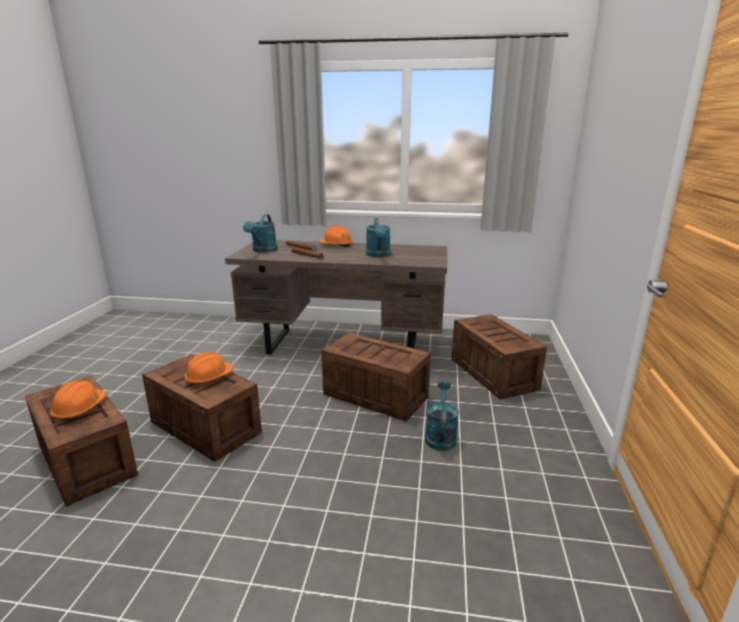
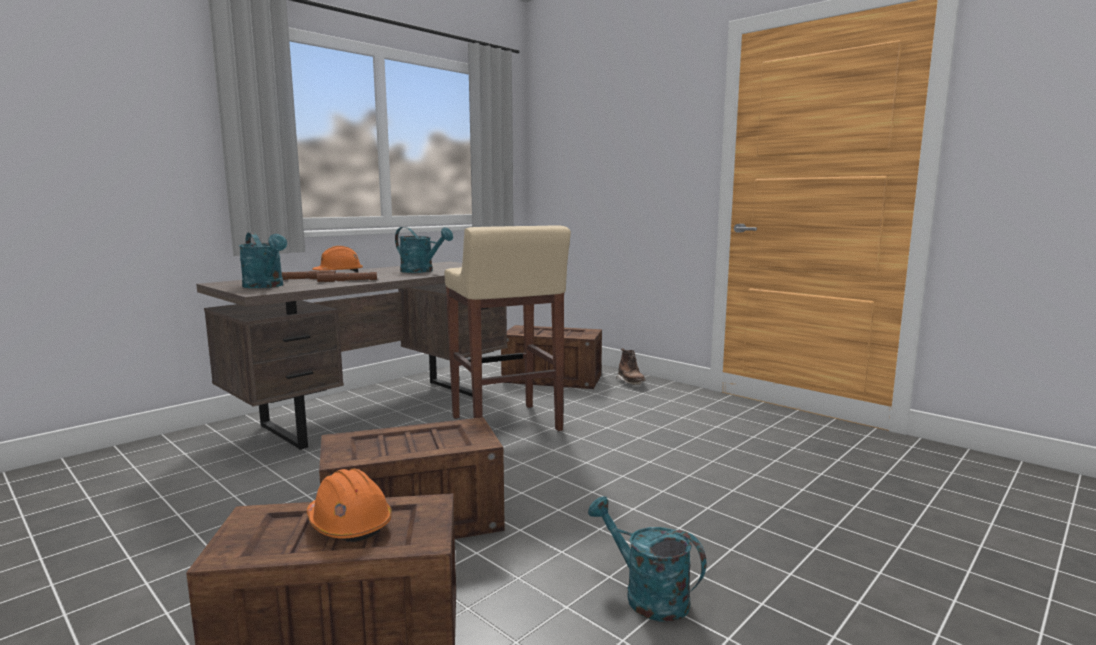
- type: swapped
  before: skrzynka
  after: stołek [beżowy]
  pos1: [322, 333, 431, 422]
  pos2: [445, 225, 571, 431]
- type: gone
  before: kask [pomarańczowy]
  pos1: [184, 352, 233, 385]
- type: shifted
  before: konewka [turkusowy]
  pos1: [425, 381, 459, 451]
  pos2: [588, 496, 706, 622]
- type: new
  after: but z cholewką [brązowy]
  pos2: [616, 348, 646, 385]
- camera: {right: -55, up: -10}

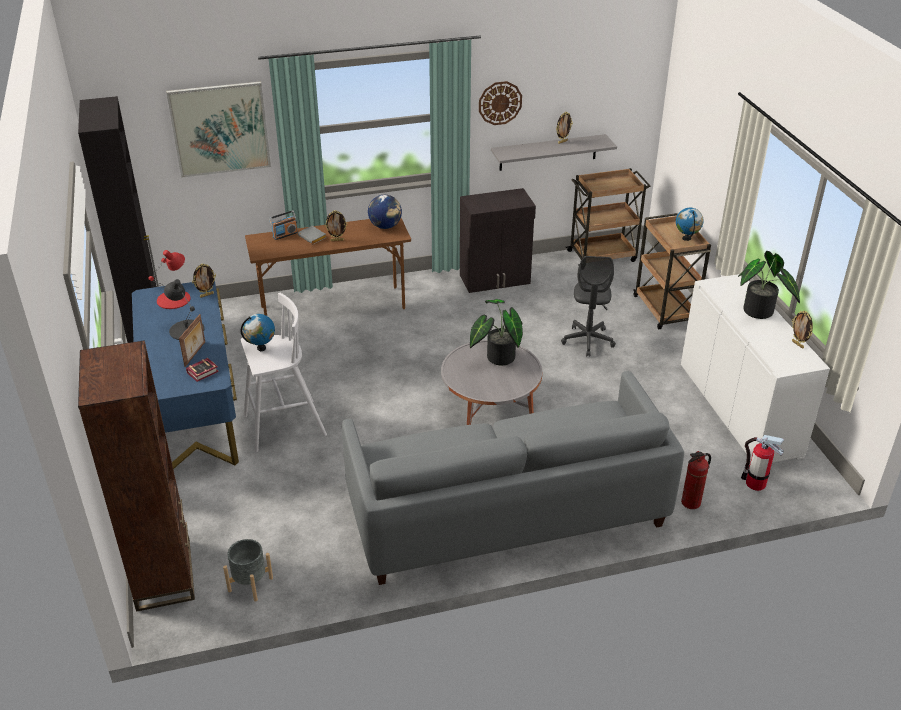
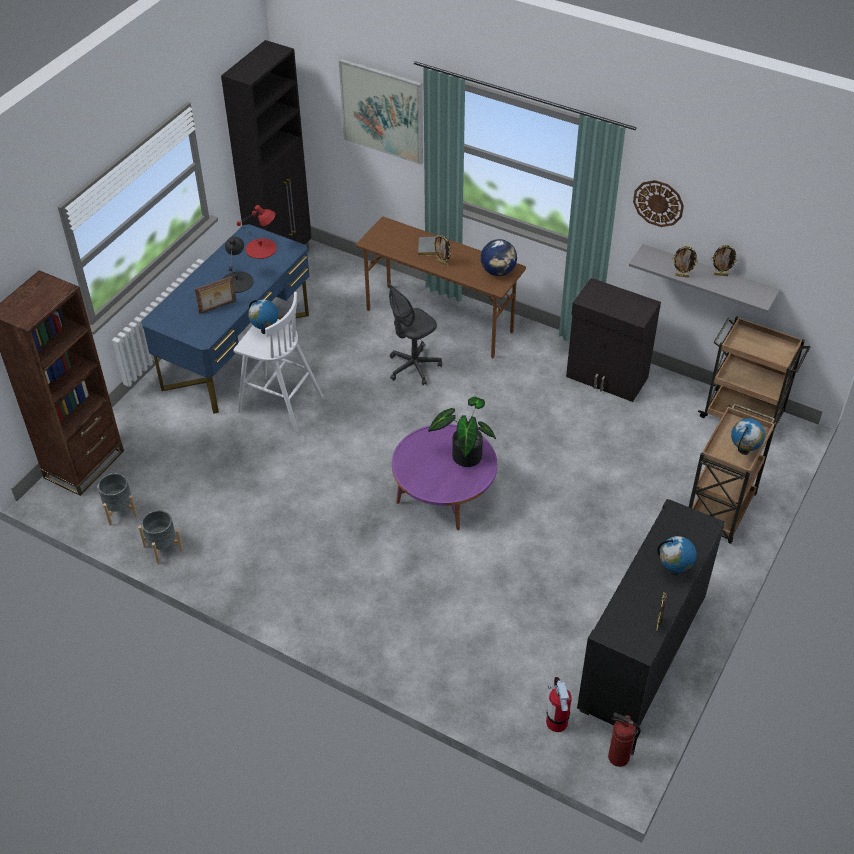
- type: gone
  before: radio
  pos1: [269, 210, 298, 240]
- type: swapped
  before: roślina doniczkowa
  after: globus
  pos1: [738, 251, 800, 319]
  pos2: [657, 536, 697, 575]
- type: shifted
  before: krzesło biurowe [szary]
  pos1: [561, 256, 616, 357]
  pos2: [388, 283, 442, 385]
- type: shifted
  before: ramka na zdjęcie
  pos1: [192, 264, 216, 298]
  pos2: [672, 246, 698, 278]
- type: repainted
  before: szafka [biały]
  after: szafka [czarny]
  pos1: [681, 274, 830, 463]
  pos2: [577, 499, 725, 733]
- type: repainted
  before: ława [szary]
  after: ława [fioletowy]
  pos1: [441, 340, 542, 425]
  pos2: [392, 424, 497, 530]
- type: gone
  before: książka
  pos1: [186, 358, 219, 382]
- type: gone
  before: kanapa [szary]
  pos1: [342, 371, 684, 585]
- type: shifted
  before: gaśnica
  pos1: [681, 451, 711, 509]
  pos2: [608, 712, 641, 767]
- type: new
  after: donica [szary]
  pos2: [138, 510, 183, 565]
- camera: {right: 45, up: 10}

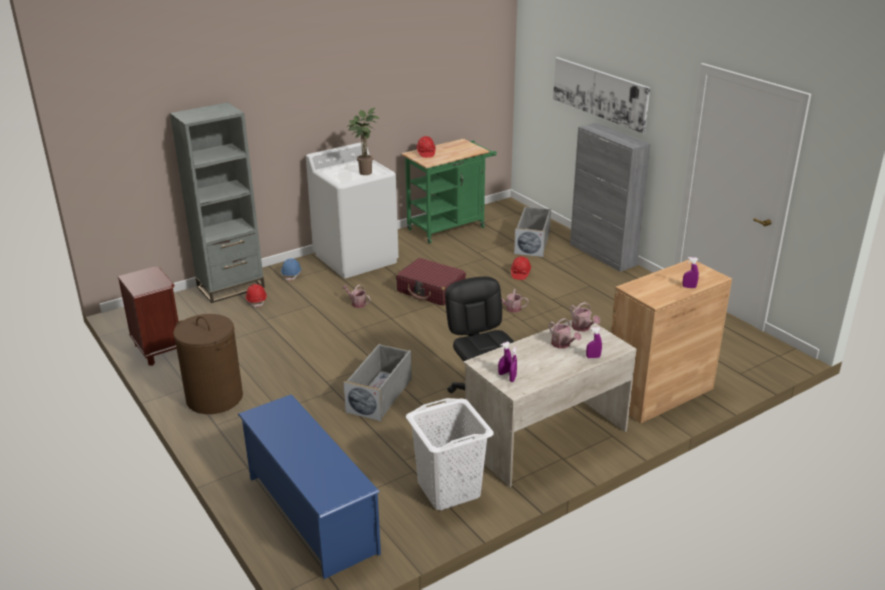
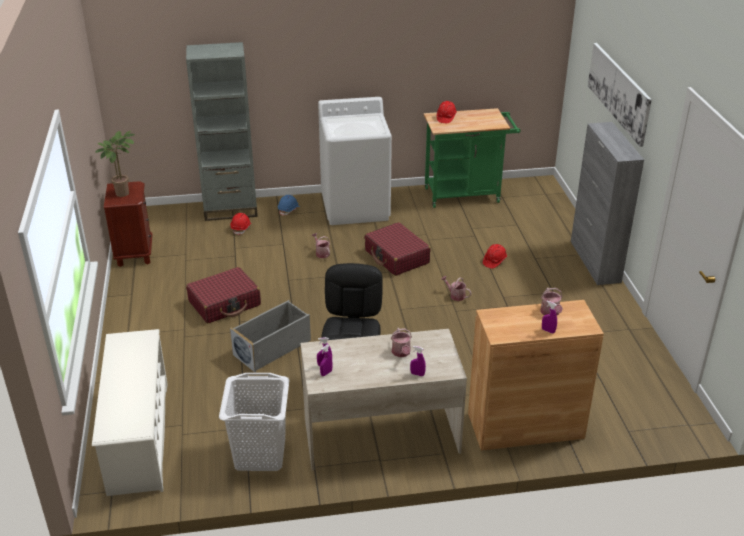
- type: shifted
  before: roślina doniczkowa
  pos1: [346, 108, 380, 175]
  pos2: [95, 131, 135, 197]
- type: gone
  before: pojemnik do przechowywania [szary]
  pos1: [514, 207, 551, 257]
- type: shifted
  before: konewka
  pos1: [570, 302, 600, 332]
  pos2: [540, 288, 563, 315]
- type: gone
  before: kosz na pranie [brązowy]
  pos1: [173, 314, 243, 414]
- type: repainted
  before: regał na buty [niebieski]
  after: regał na buty [biały]
  pos1: [238, 394, 381, 579]
  pos2: [92, 329, 168, 496]
- type: new
  after: walizka [czerwony]
  pos2: [186, 267, 261, 323]
- camera: {right: 25, up: 5}

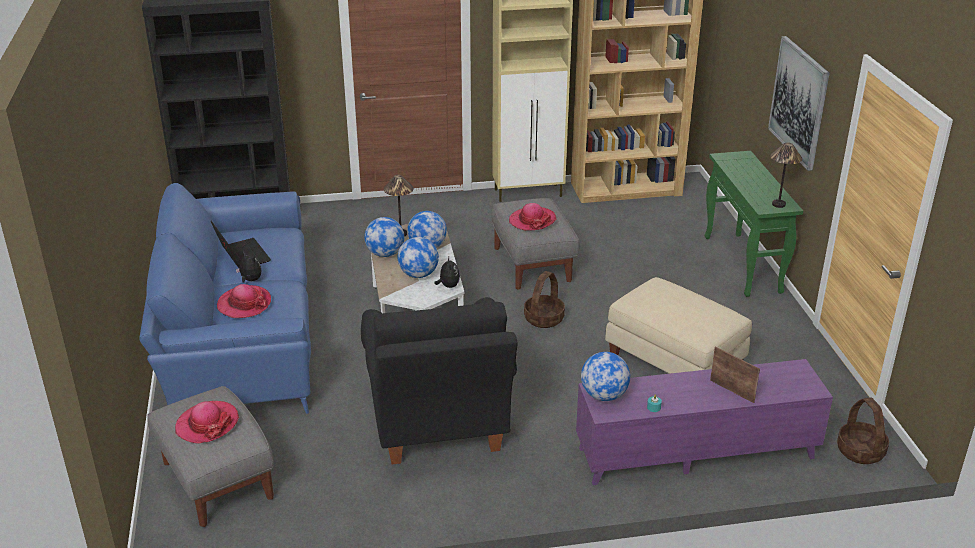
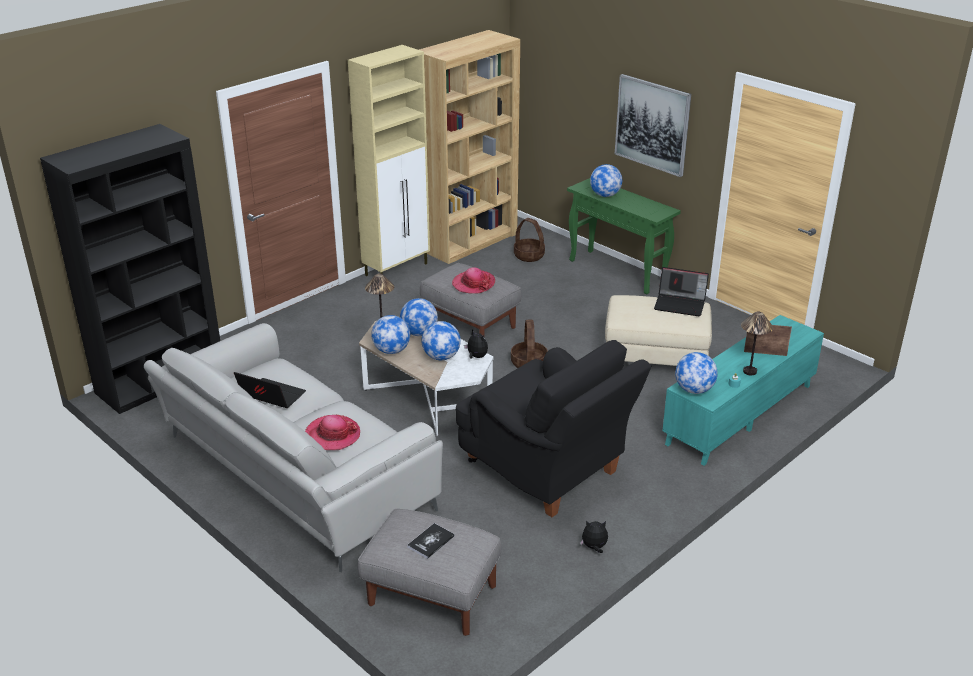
- type: shifted
  before: lampa stołowa
  pos1: [770, 142, 802, 208]
  pos2: [741, 312, 773, 375]
- type: repainted
  before: kanapa [niebieski]
  after: kanapa [szary]
  pos1: [139, 183, 311, 414]
  pos2: [144, 323, 443, 572]
- type: shifted
  before: pluszak
  pos1: [236, 252, 261, 283]
  pos2: [580, 521, 608, 553]
- type: repainted
  before: szafka pod telewizor [fioletowy]
  after: szafka pod telewizor [turkusowy]
  pos1: [576, 359, 833, 485]
  pos2: [662, 315, 824, 466]
- type: shifted
  before: koszyk
  pos1: [837, 397, 889, 464]
  pos2: [514, 218, 545, 262]
- type: swapped
  before: kapelusz
  after: książka
  pos1: [175, 401, 239, 444]
  pos2: [407, 523, 455, 559]
- type: new
  after: globus
  pos2: [590, 164, 622, 197]
- type: new
  after: laptop
  pos2: [654, 267, 709, 316]
- camera: {right: -35, up: 0}

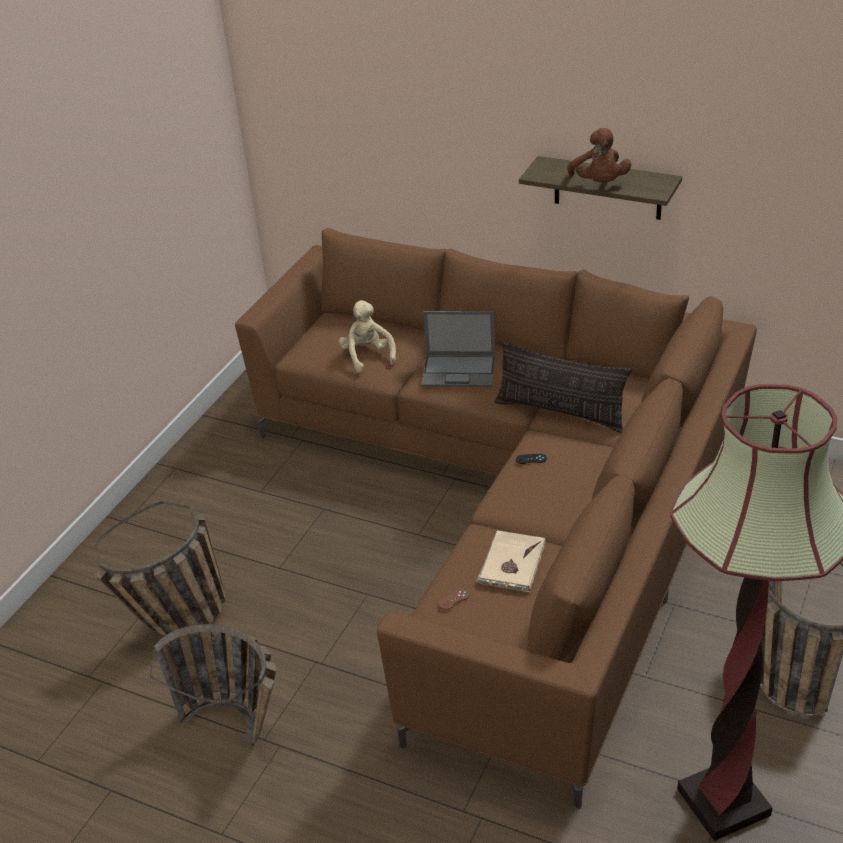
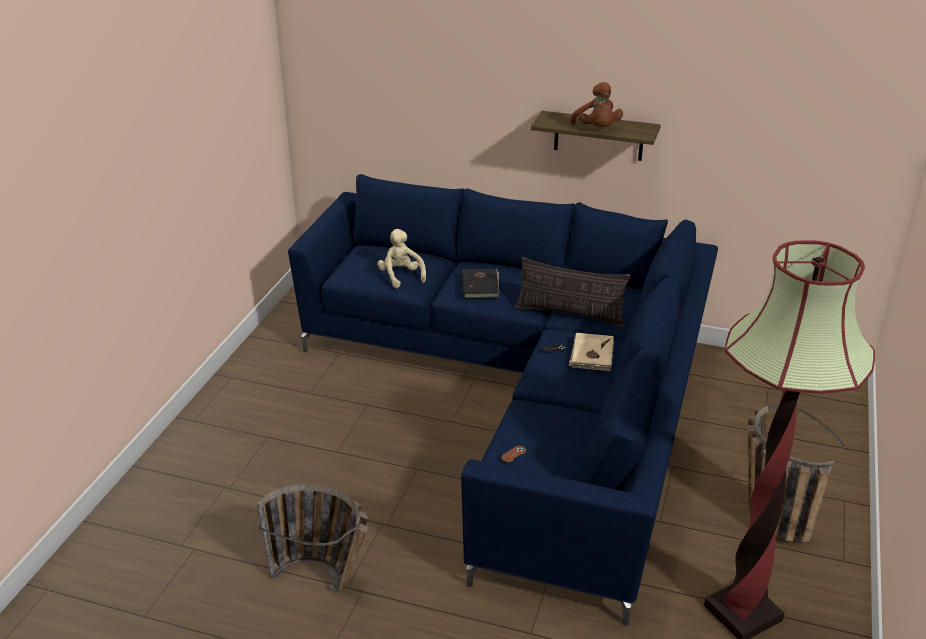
- type: repainted
  before: kanapa [brązowy]
  after: kanapa [niebieski]
  pos1: [235, 228, 757, 809]
  pos2: [288, 174, 718, 625]
- type: swapped
  before: laptop
  after: książka [czarny]
  pos1: [421, 311, 495, 387]
  pos2: [462, 269, 499, 299]
- type: gone
  before: koszyk
  pos1: [94, 501, 226, 636]
- type: shifted
  before: książka [beżowy]
  pos1: [476, 530, 546, 592]
  pos2: [568, 333, 614, 371]
- camera: {right: -10, up: -5}

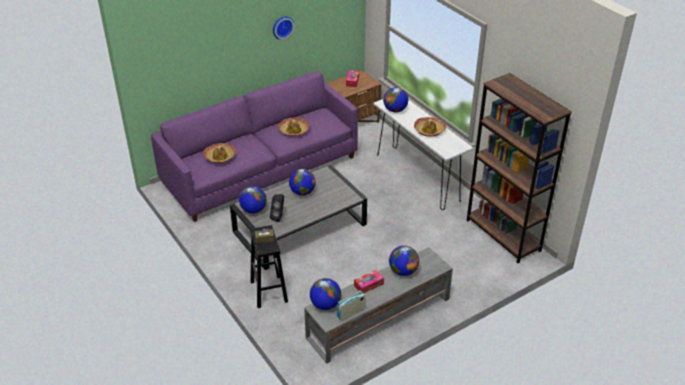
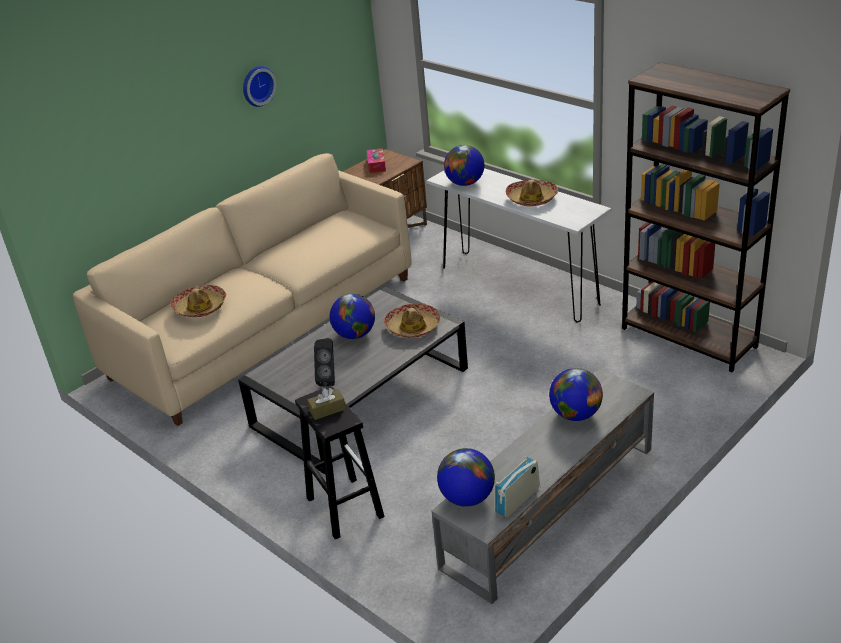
- type: repainted
  before: kanapa [fioletowy]
  after: kanapa [beżowy]
  pos1: [151, 72, 358, 222]
  pos2: [73, 153, 412, 426]
- type: shifted
  before: kapelusz
  pos1: [278, 117, 309, 136]
  pos2: [384, 304, 440, 338]
- type: gone
  before: globus
  pos1: [239, 186, 267, 213]
- type: gone
  before: pudełko chusteczek
  pos1: [354, 270, 384, 293]
- camera: {right: -10, up: -5}

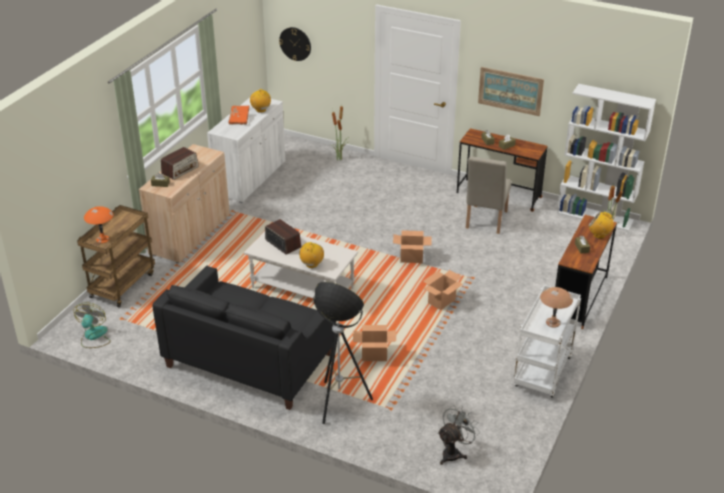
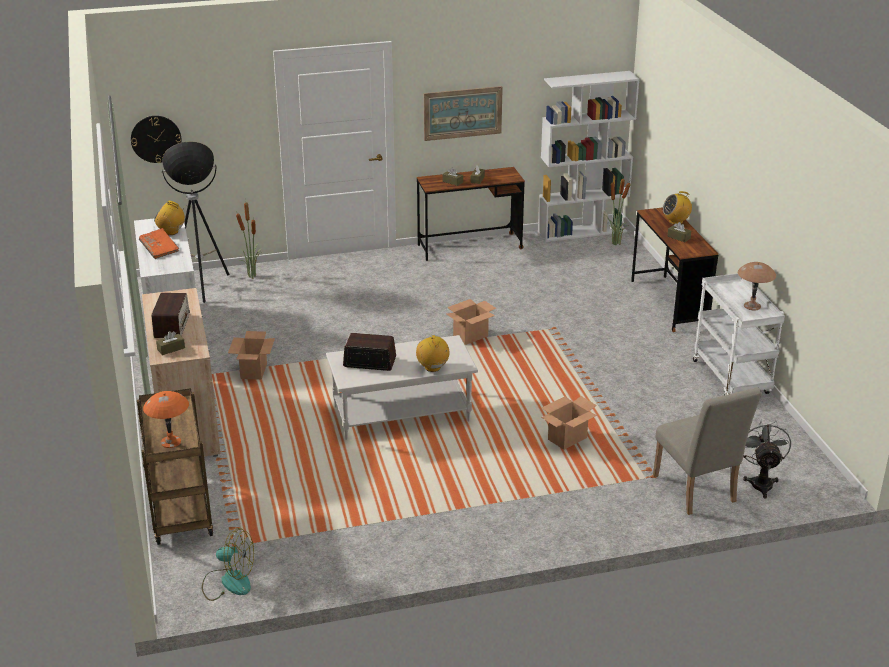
- type: shifted
  before: krzesło [beżowy]
  pos1: [466, 156, 511, 234]
  pos2: [653, 387, 762, 515]
- type: gone
  before: kanapa [czarny]
  pos1: [152, 266, 336, 410]
- type: shifted
  before: karton
  pos1: [423, 270, 463, 310]
  pos2: [228, 331, 275, 380]
- type: shifted
  before: lampa stojąca
  pos1: [313, 282, 373, 424]
  pos2: [161, 142, 229, 303]
- type: rotated
  before: wentylator
  pos1: [74, 302, 111, 348]
  pos2: [202, 528, 254, 601]
  turn: 135
- camera: {right: -40, up: -5}

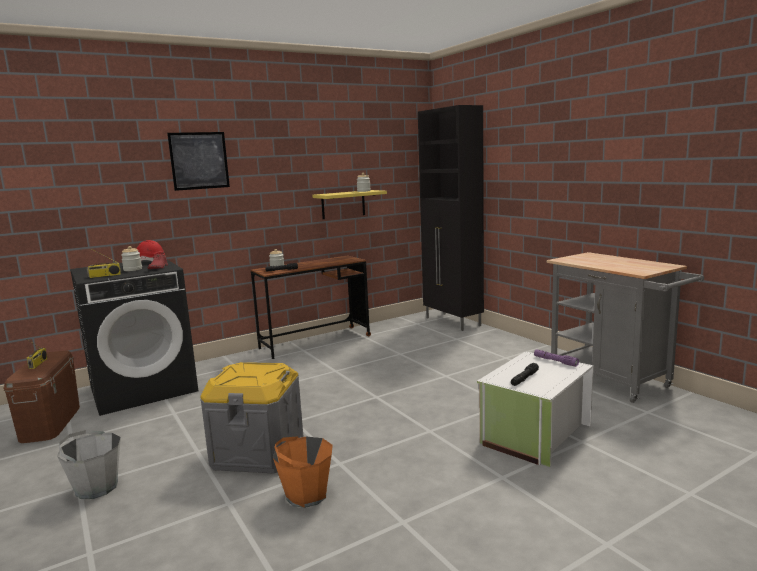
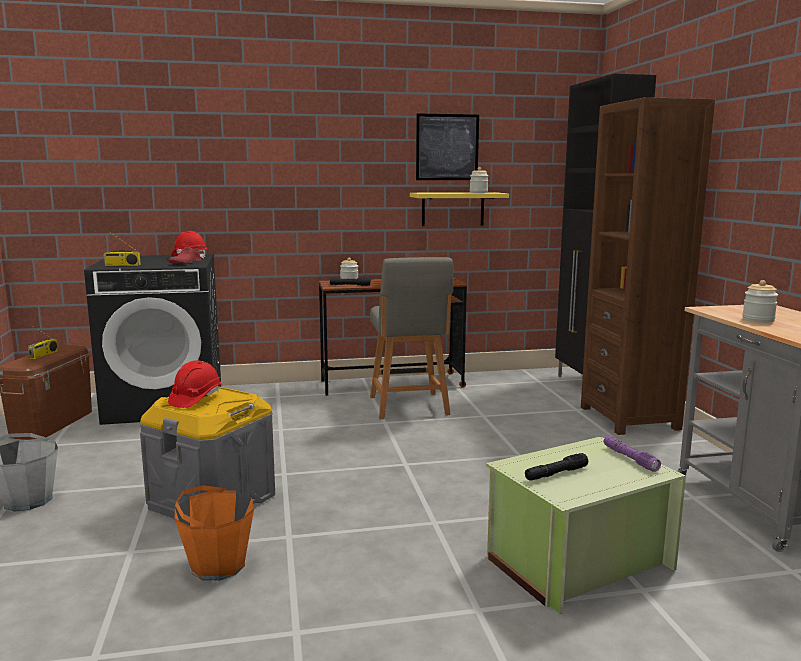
- type: shifted
  before: obraz
  pos1: [167, 132, 230, 191]
  pos2: [416, 113, 479, 180]
- type: shifted
  before: słoik
  pos1: [121, 246, 142, 271]
  pos2: [742, 280, 778, 323]
- type: repainted
  before: pojemnik do przechowywania [biały]
  after: pojemnik do przechowywania [zielony]
  pos1: [477, 352, 594, 467]
  pos2: [486, 437, 686, 614]
- type: new
  after: regał [brązowy]
  pos2: [581, 97, 715, 435]
- type: new
  after: krzesło [szary]
  pos2: [370, 257, 453, 419]
- type: new
  after: kask [czerwony]
  pos2: [168, 360, 222, 408]
- camera: {right: 20, up: 0}

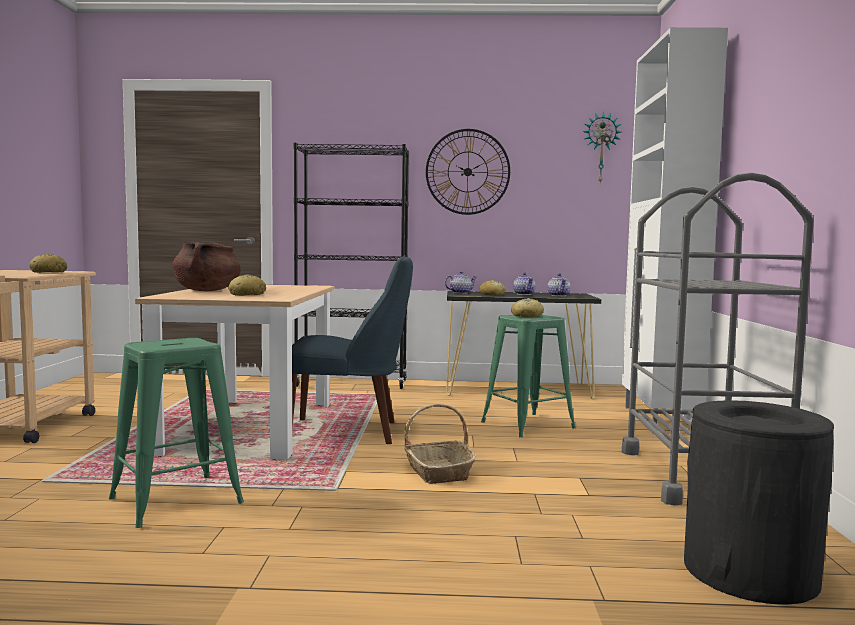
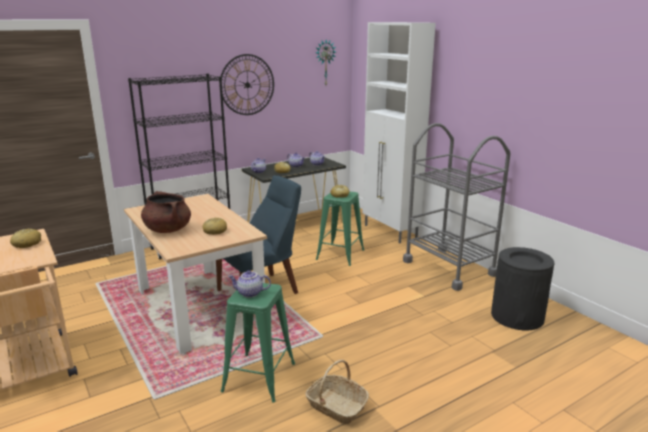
- type: shifted
  before: koszyk
  pos1: [404, 404, 476, 484]
  pos2: [305, 360, 369, 425]
- type: new
  after: imbryk
  pos2: [228, 270, 271, 298]
- camera: {right: -35, up: 15}

